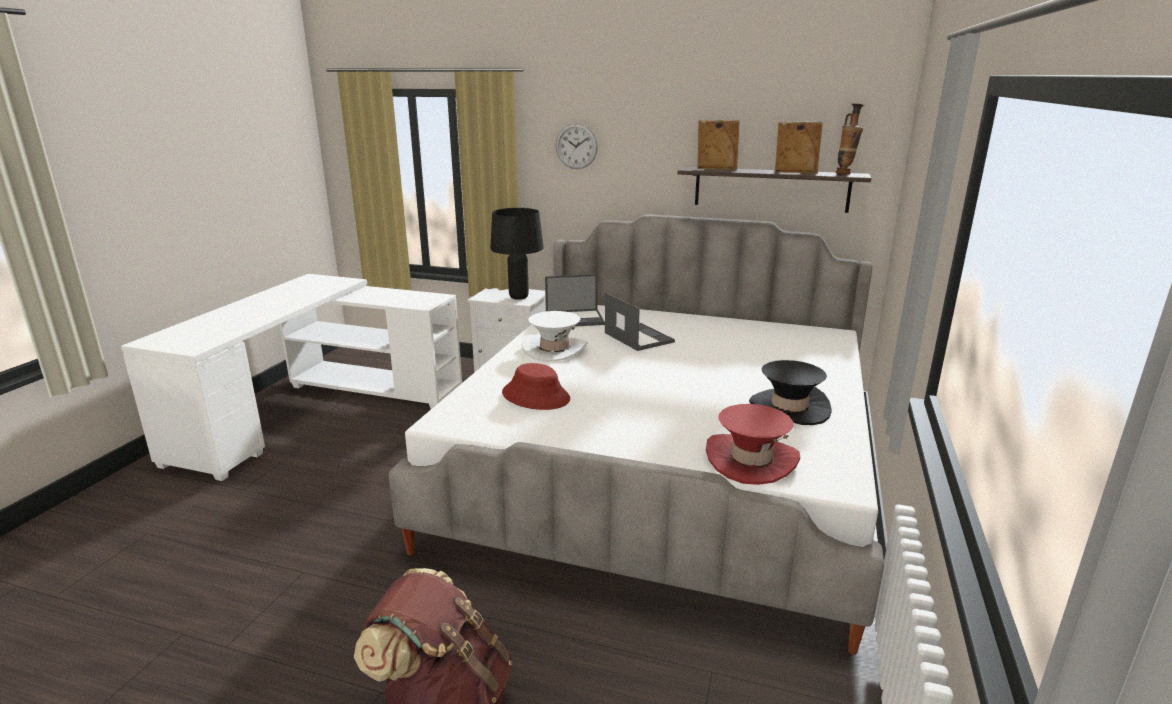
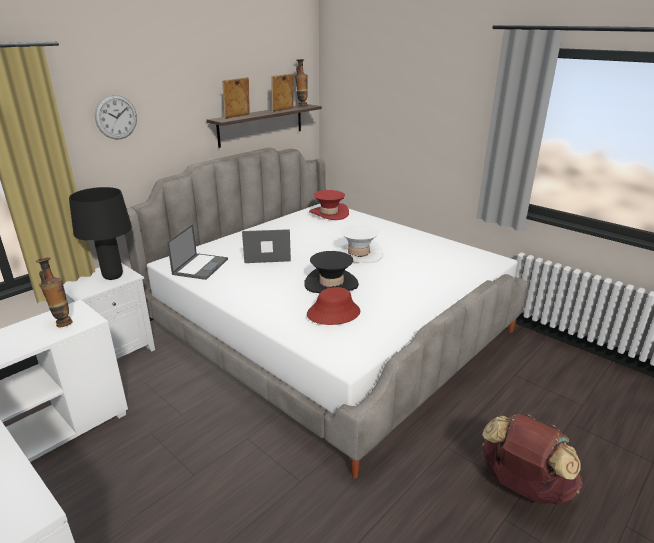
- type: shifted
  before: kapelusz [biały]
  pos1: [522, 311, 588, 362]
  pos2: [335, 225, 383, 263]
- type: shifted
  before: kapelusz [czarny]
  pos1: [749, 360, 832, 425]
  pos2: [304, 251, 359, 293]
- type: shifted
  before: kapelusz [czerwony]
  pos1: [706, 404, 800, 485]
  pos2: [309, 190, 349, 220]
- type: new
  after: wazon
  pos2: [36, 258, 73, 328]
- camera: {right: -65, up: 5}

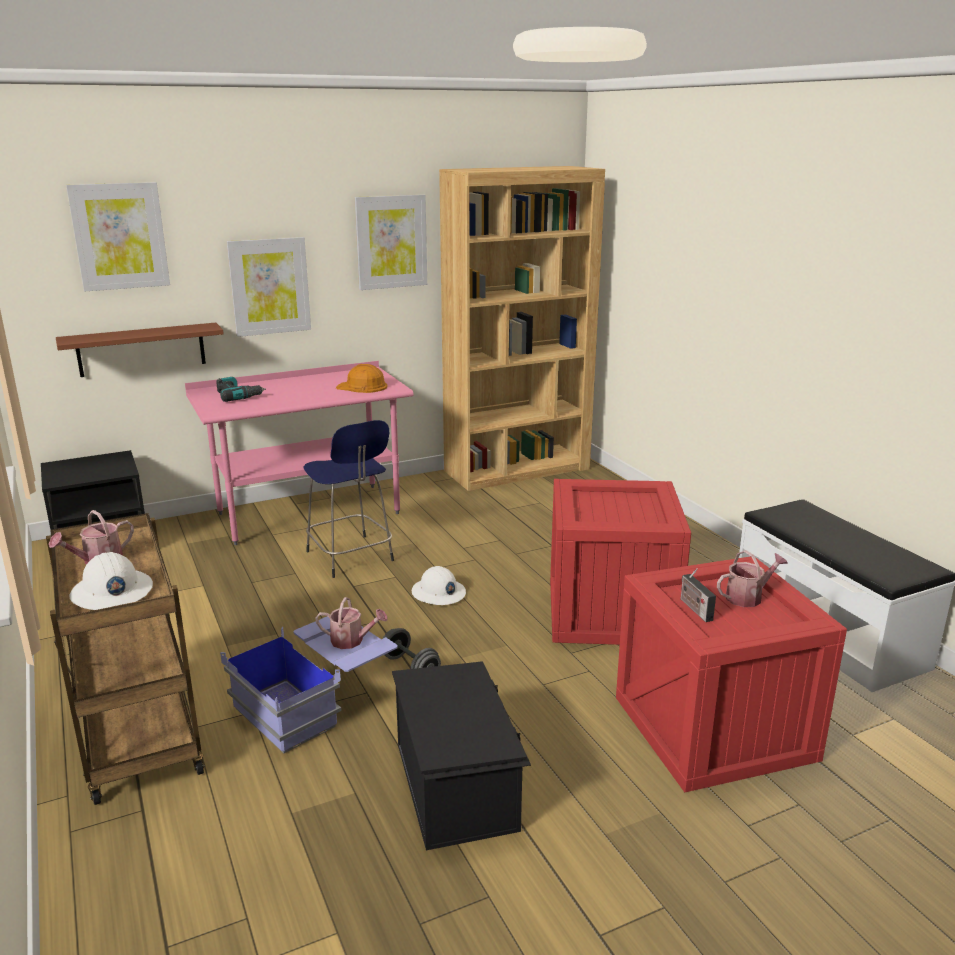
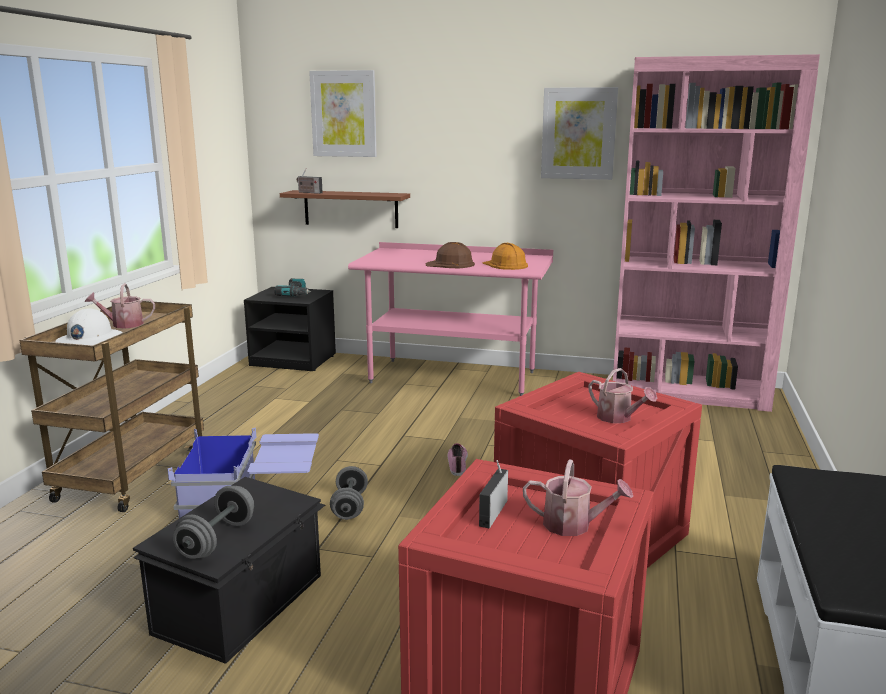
- type: repainted
  before: regał [brązowy]
  after: regał [różowy]
  pos1: [439, 166, 605, 491]
  pos2: [613, 54, 820, 412]
- type: gone
  before: obraz
  pos1: [227, 237, 311, 337]
- type: shifted
  before: wiertarka
  pos1: [216, 377, 266, 402]
  pos2: [274, 278, 311, 297]
- type: gone
  before: stołek [niebieski]
  pos1: [304, 420, 394, 578]
- type: swapped
  before: kask [biały]
  after: but
  pos1: [412, 566, 466, 605]
  pos2: [448, 443, 468, 476]
- type: shifted
  before: konewka
  pos1: [315, 597, 387, 649]
  pos2: [589, 368, 657, 423]
- type: new
  after: radio
  pos2: [297, 168, 323, 194]
- type: new
  after: kask [brązowy]
  pos2: [426, 242, 475, 268]
- type: new
  after: hantel [szary]
  pos2: [173, 486, 254, 559]
- camera: {right: 40, up: -5}

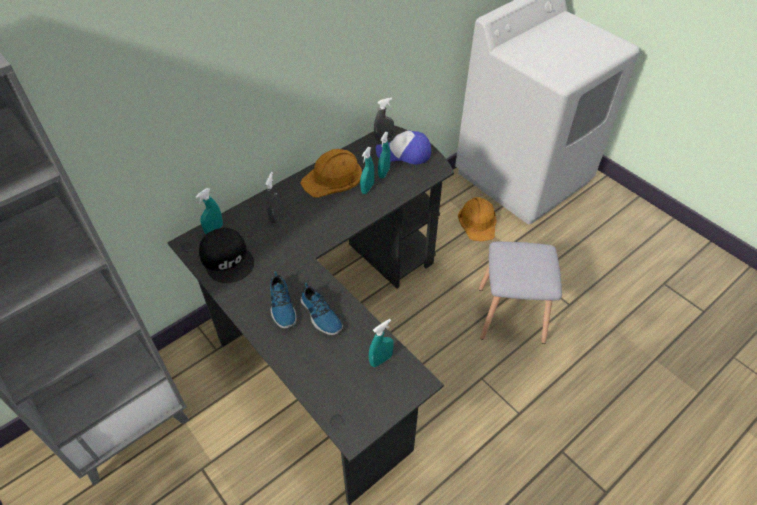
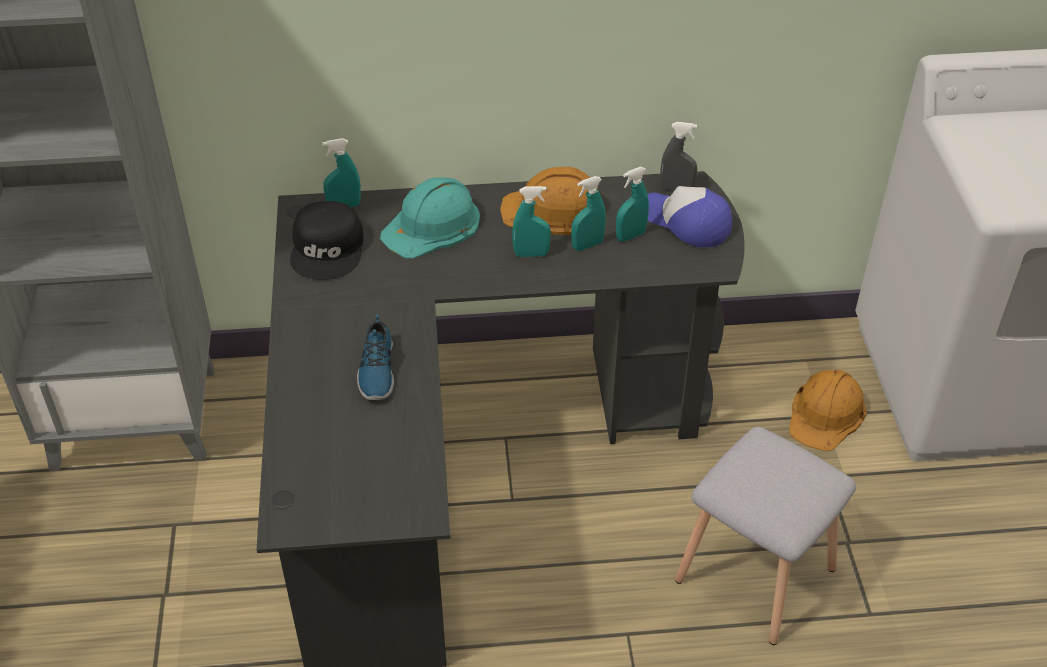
- type: swapped
  before: spryskiwacz [szary]
  after: kask [turkusowy]
  pos1: [265, 172, 281, 223]
  pos2: [380, 177, 480, 258]
- type: gone
  before: but
  pos1: [270, 271, 297, 328]
- type: shifted
  before: spryskiwacz [turkusowy]
  pos1: [369, 319, 393, 367]
  pos2: [512, 186, 551, 257]
- camera: {right: 35, up: -5}

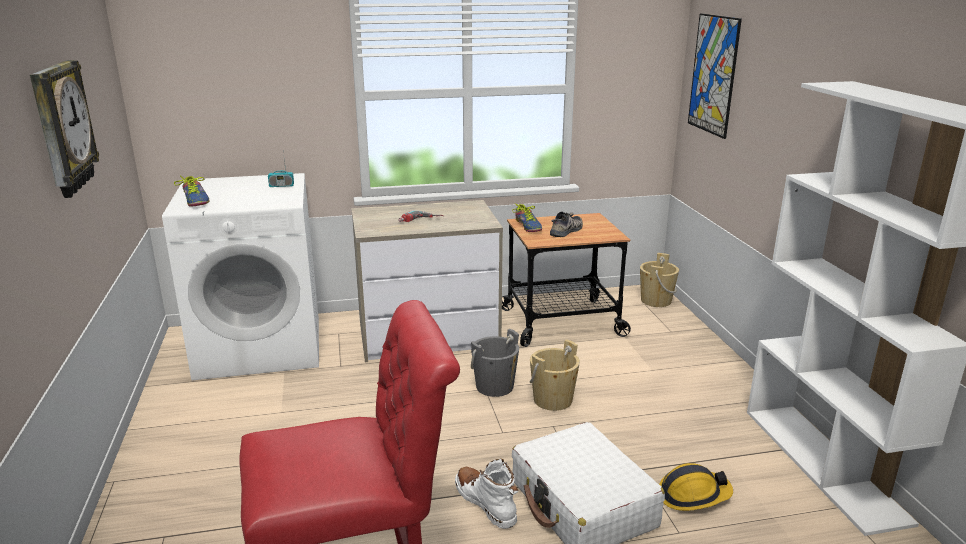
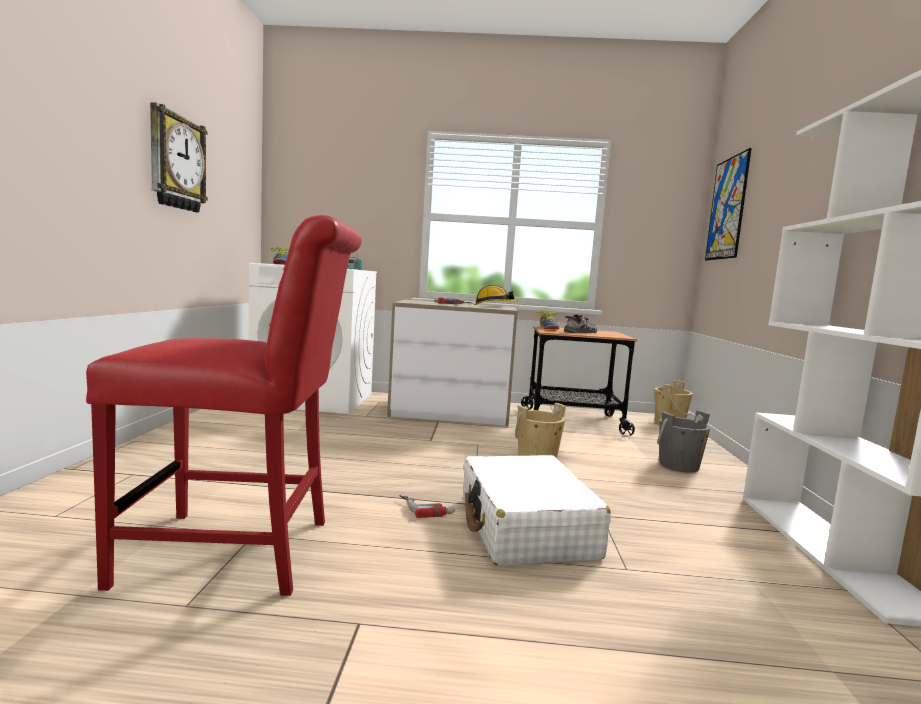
- type: shifted
  before: wiadro [szary]
  pos1: [471, 329, 519, 397]
  pos2: [657, 410, 710, 473]
- type: swapped
  before: but z cholewką [biały]
  after: wiertarka
  pos1: [455, 459, 518, 529]
  pos2: [399, 495, 455, 518]
- type: shifted
  before: kask
  pos1: [659, 463, 733, 511]
  pos2: [474, 285, 518, 305]
- camera: {right: 15, up: -15}

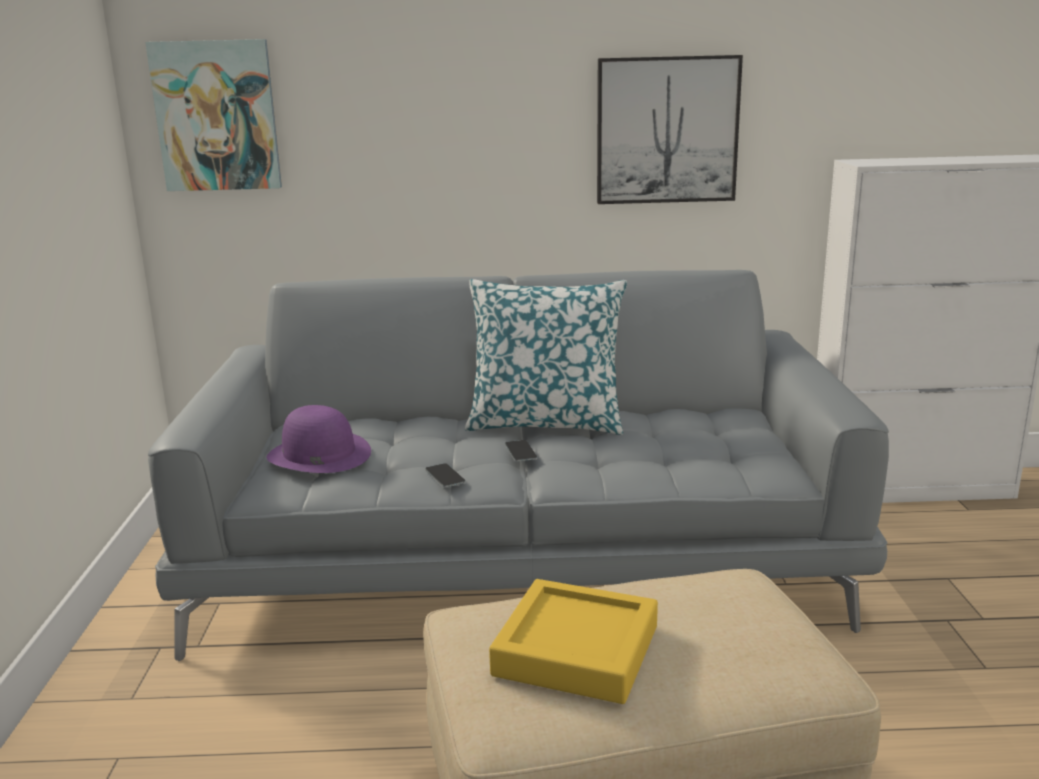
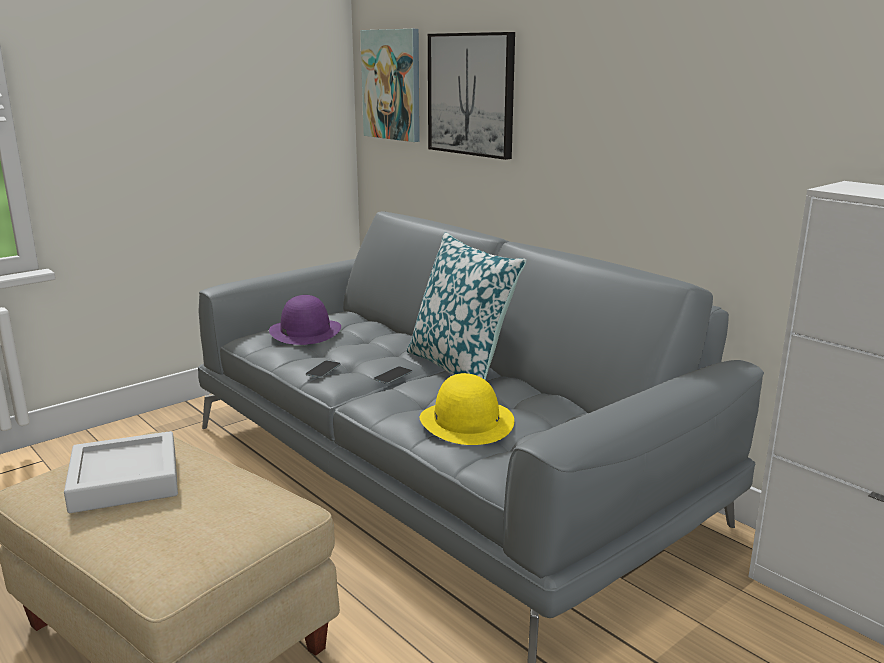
- type: shifted
  before: obraz
  pos1: [597, 55, 743, 204]
  pos2: [428, 32, 515, 160]
- type: repainted
  before: taca [żółty]
  after: taca [szary]
  pos1: [489, 579, 658, 704]
  pos2: [64, 431, 178, 513]
- type: new
  after: kapelusz [żółty]
  pos2: [420, 373, 514, 445]
- camera: {right: 50, up: 0}

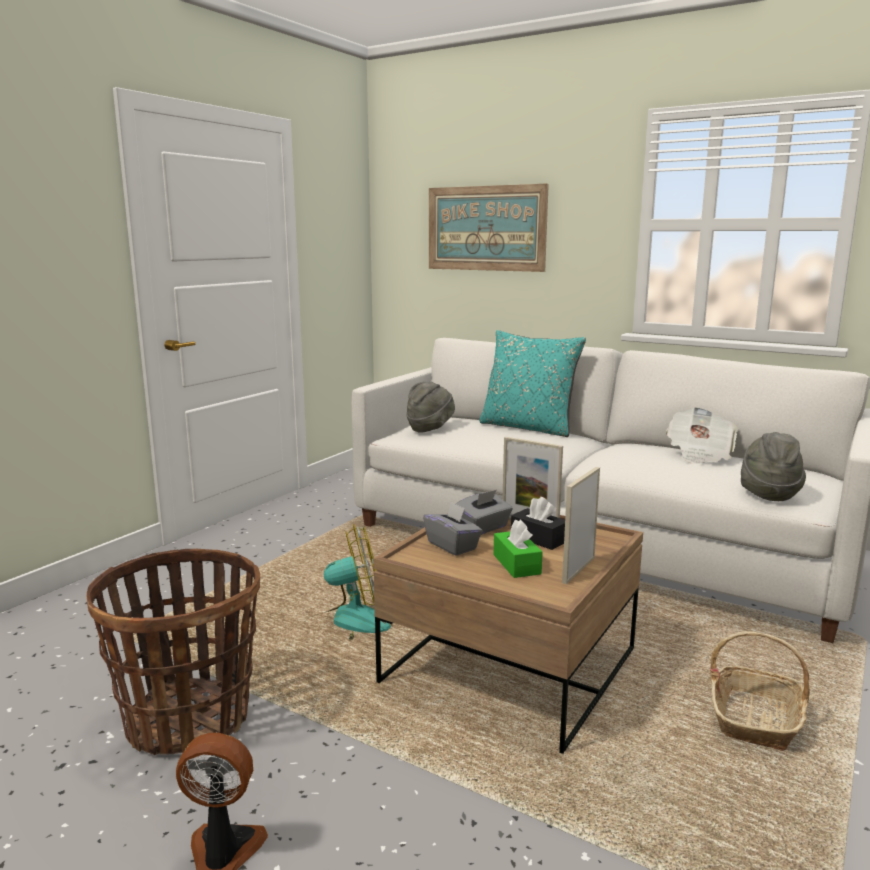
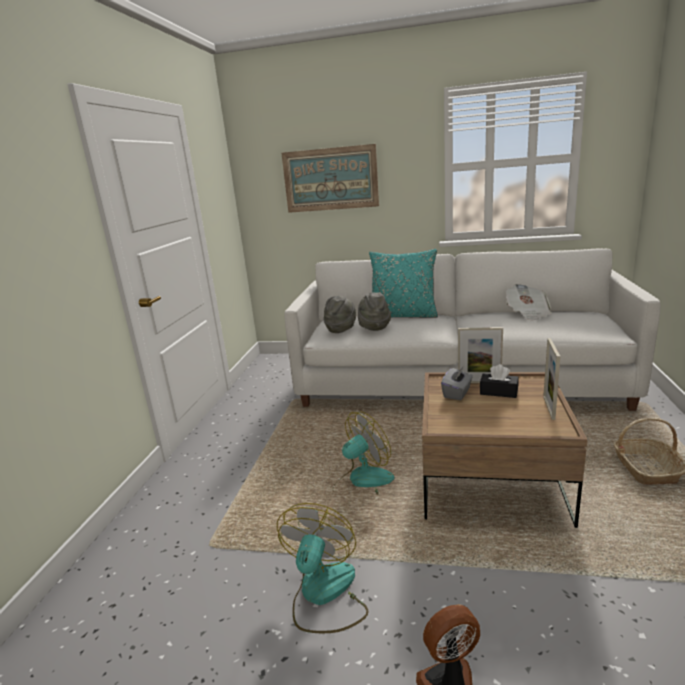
- type: shifted
  before: kapelusz [szary]
  pos1: [741, 432, 806, 501]
  pos2: [358, 292, 391, 331]
- type: gone
  before: pudełko chusteczek [szary]
  pos1: [423, 502, 483, 556]
- type: gone
  before: pudełko chusteczek [zielony]
  pos1: [494, 520, 543, 578]
- type: swapped
  before: koszyk
  after: wentylator
  pos1: [86, 549, 260, 756]
  pos2: [277, 503, 369, 633]
- camera: {right: -20, up: 5}

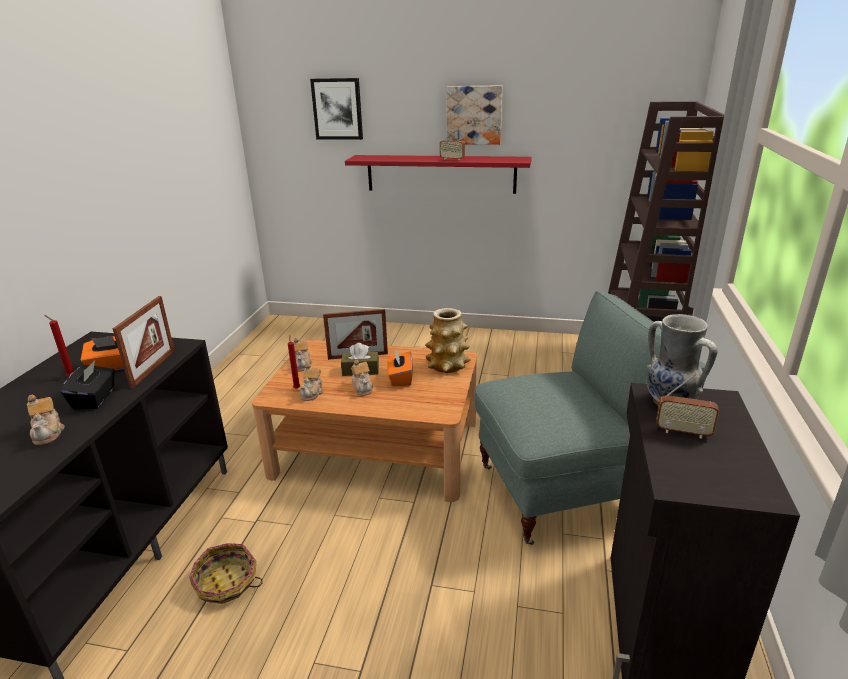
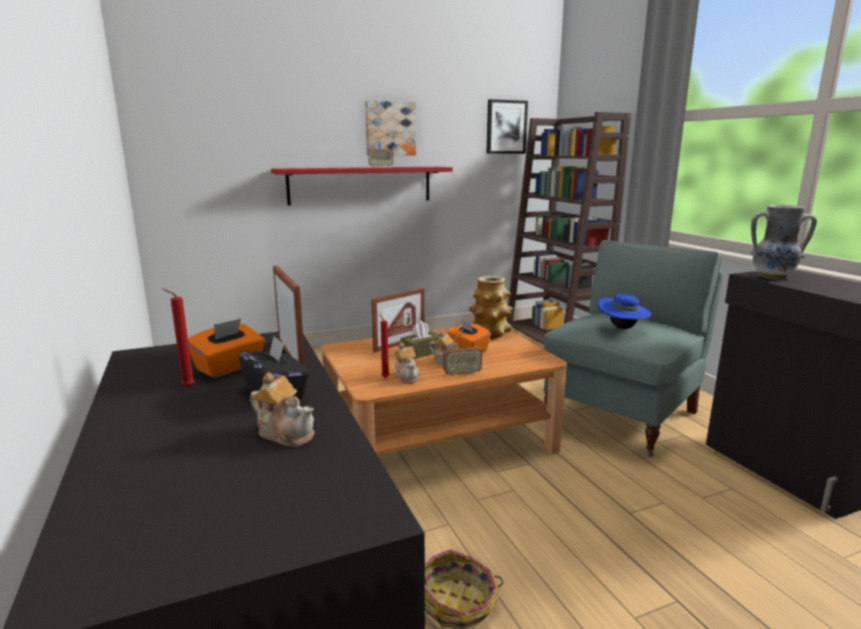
- type: shifted
  before: obraz
  pos1: [310, 78, 363, 140]
  pos2: [486, 99, 528, 154]
- type: gone
  before: imbryk
  pos1: [294, 337, 312, 371]
- type: shifted
  before: radio
  pos1: [656, 373, 719, 439]
  pos2: [443, 329, 482, 377]
- type: new
  after: kapelusz [niebieski]
  pos2: [598, 294, 651, 329]
- camera: {right: -35, up: -10}

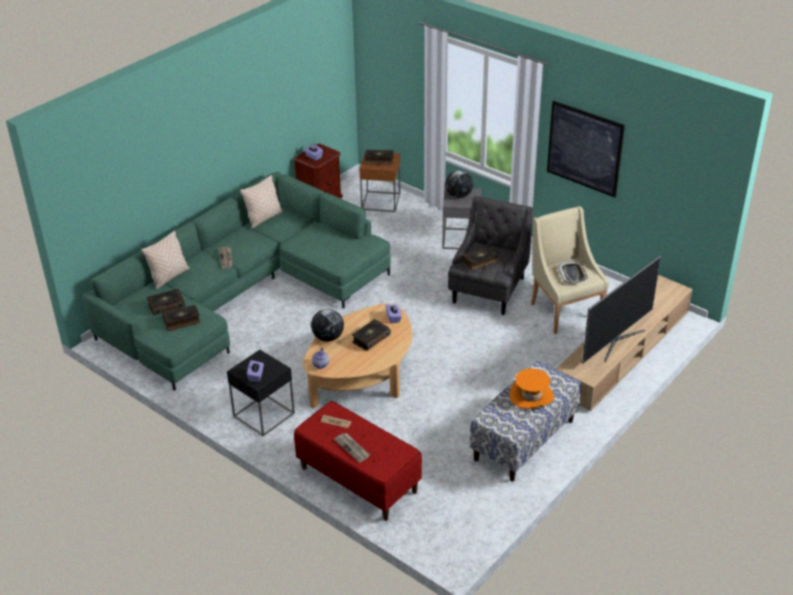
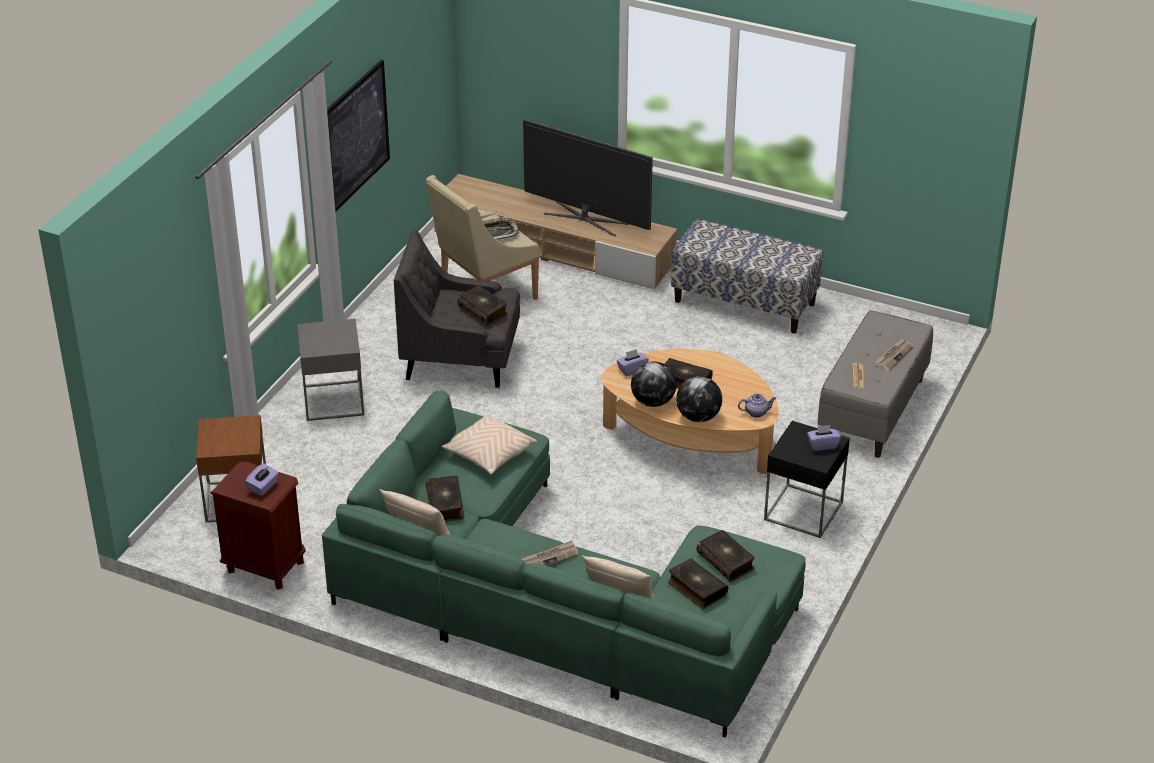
- type: shifted
  before: książka
  pos1: [364, 149, 393, 165]
  pos2: [426, 476, 464, 522]
- type: shifted
  before: globus
  pos1: [445, 170, 473, 198]
  pos2: [631, 361, 677, 407]
- type: gone
  before: kapelusz [pomarańczowy]
  pos1: [510, 368, 554, 409]
- type: repainted
  before: ławka [czerwony]
  after: ławka [szary]
  pos1: [294, 401, 422, 521]
  pos2: [817, 310, 933, 458]
- type: new
  after: poduszka [beżowy]
  pos2: [441, 415, 537, 474]
- camera: {right: -105, up: 0}

